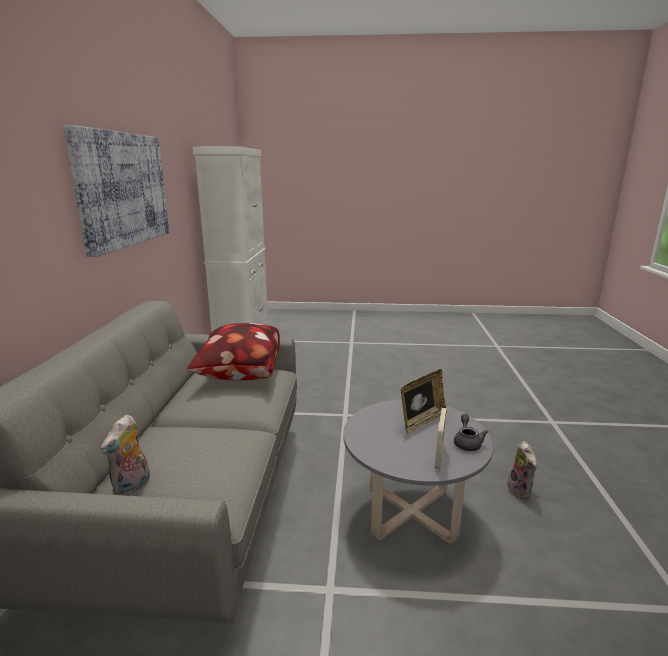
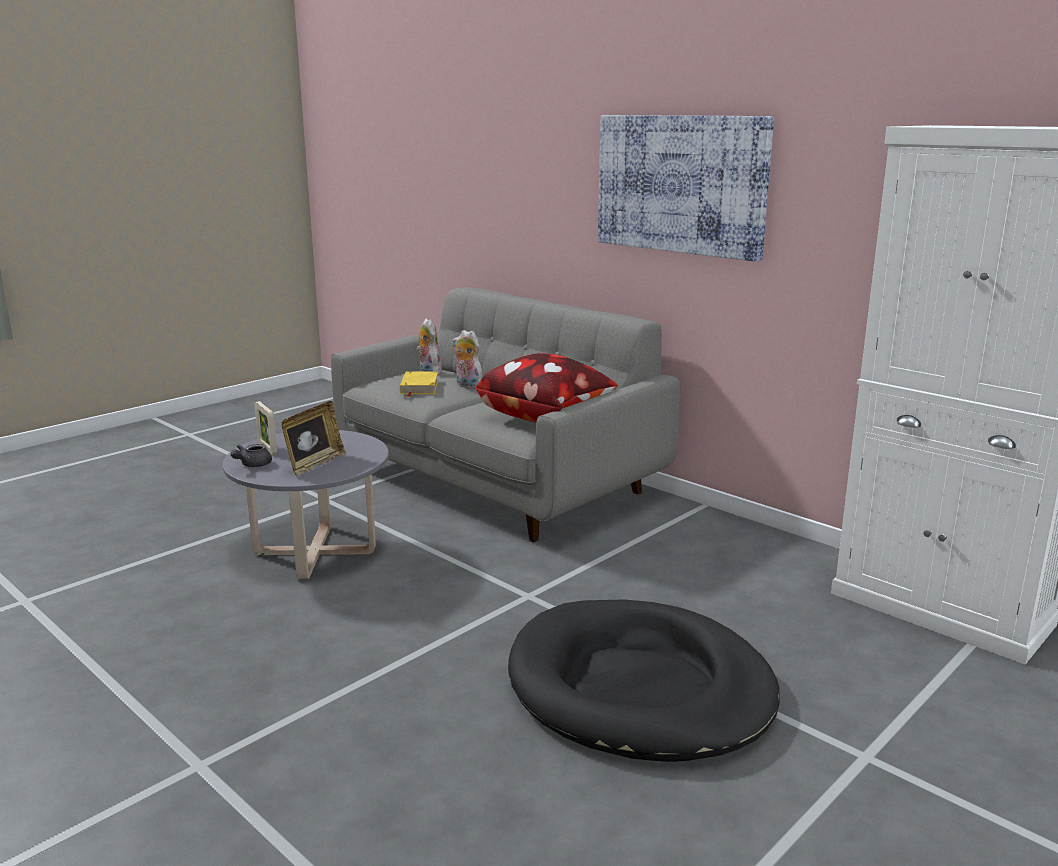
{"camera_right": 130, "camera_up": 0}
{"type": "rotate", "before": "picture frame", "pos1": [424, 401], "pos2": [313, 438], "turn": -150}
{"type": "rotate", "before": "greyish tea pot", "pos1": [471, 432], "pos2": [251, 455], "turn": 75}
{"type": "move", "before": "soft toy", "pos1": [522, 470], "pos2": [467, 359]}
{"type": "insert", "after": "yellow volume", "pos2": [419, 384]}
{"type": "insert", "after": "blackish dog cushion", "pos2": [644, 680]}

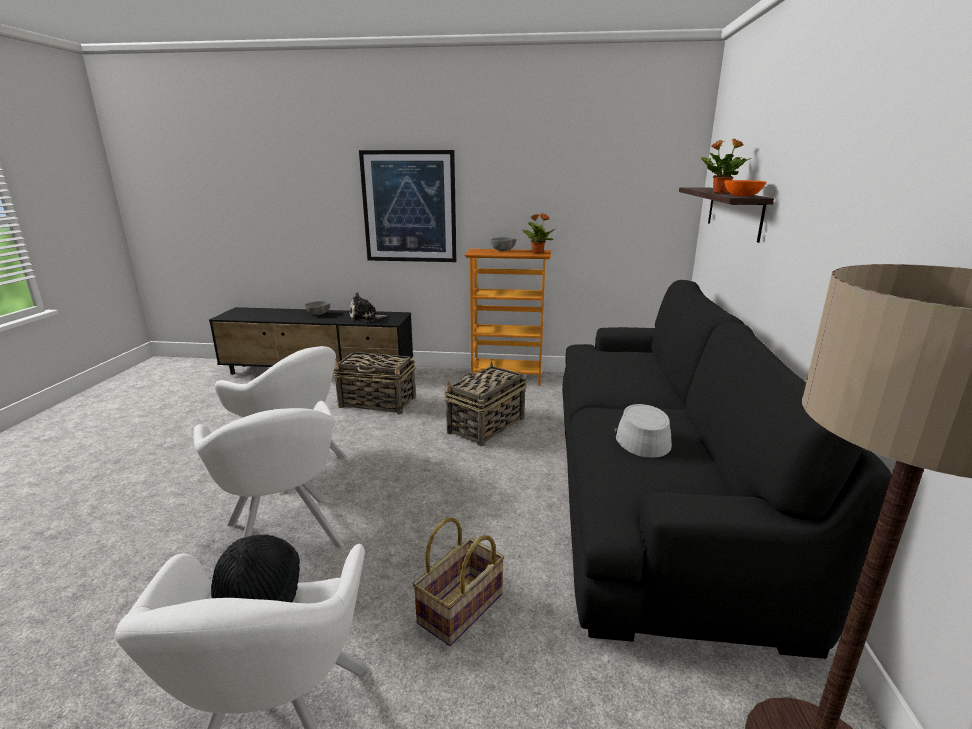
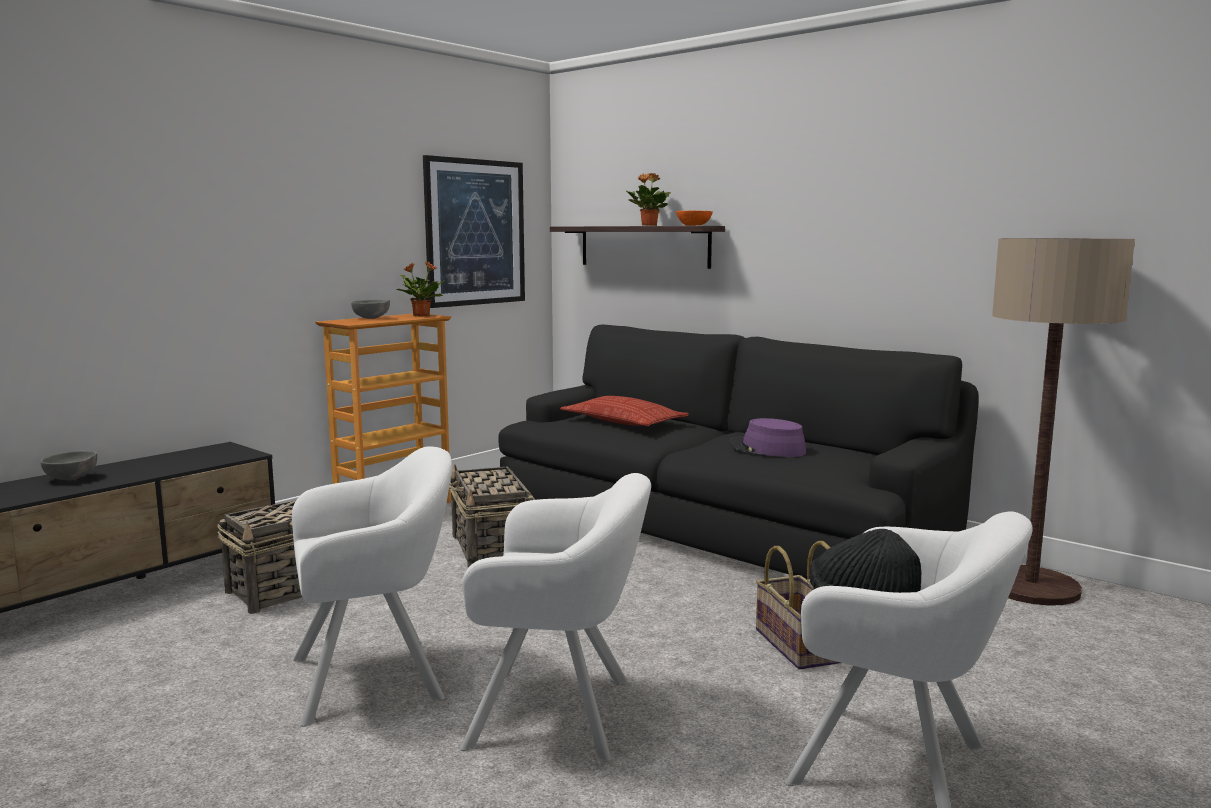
{"camera_right": -55, "camera_up": -10}
{"type": "delete", "before": "soft toy", "pos1": [369, 307]}
{"type": "move", "before": "wall picture", "pos1": [408, 206], "pos2": [474, 231]}
{"type": "recolor", "before": "greyish wearable hat", "after": "purplish wearable hat", "pos1": [643, 431], "pos2": [767, 437]}
{"type": "insert", "after": "pillow", "pos2": [624, 411]}

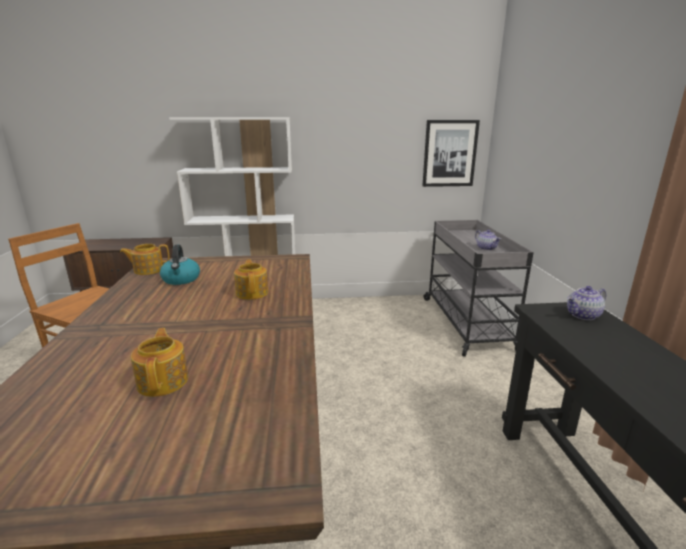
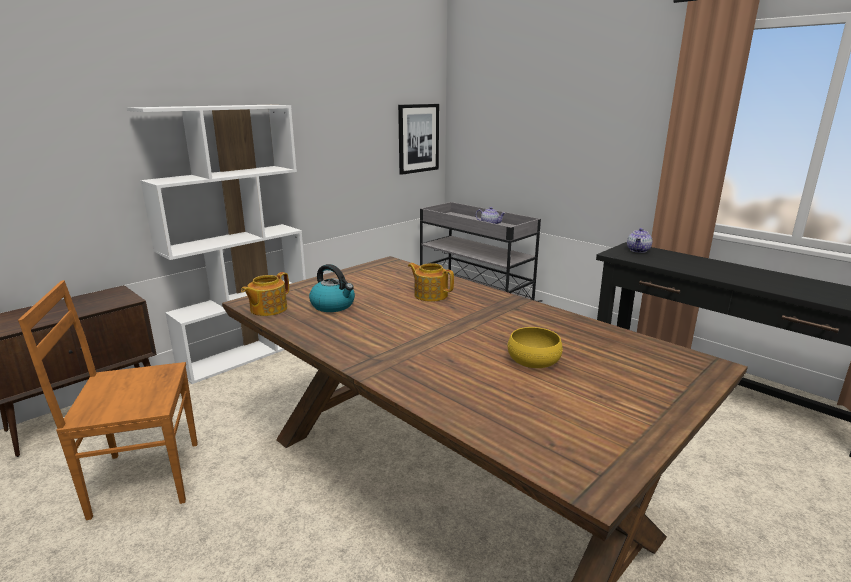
{"camera_right": -40, "camera_up": 0}
{"type": "replace", "before": "tea pot", "after": "yellow serving bowl", "pos1": [159, 362], "pos2": [535, 347]}

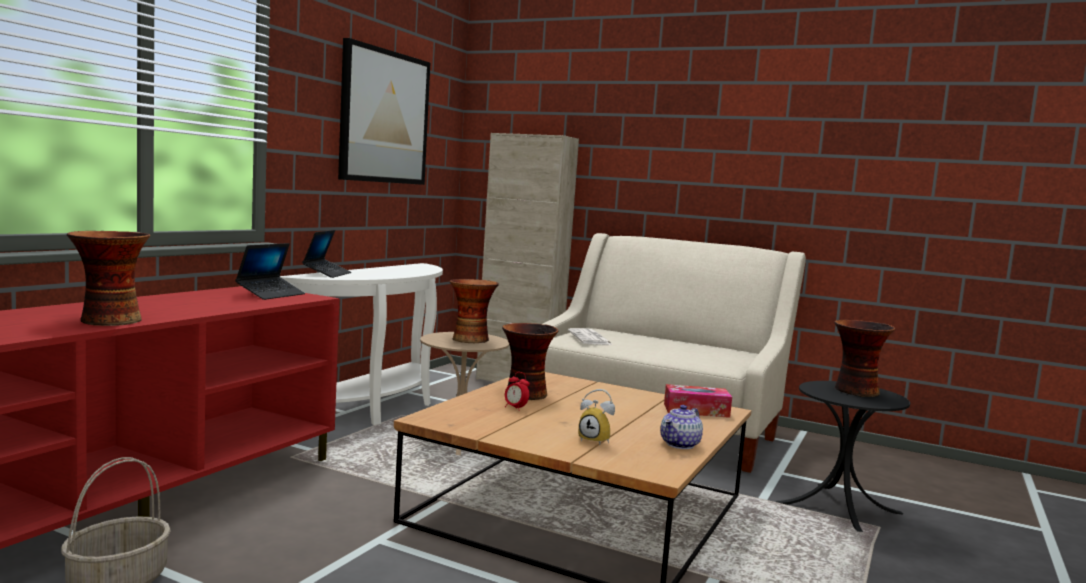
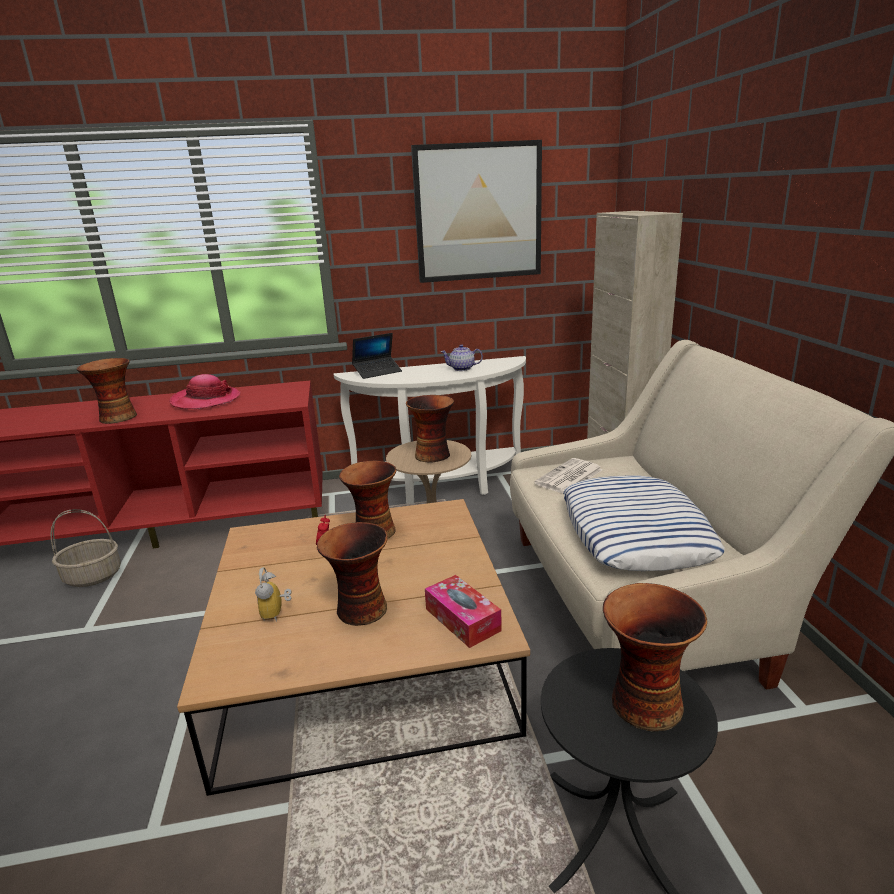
{"camera_right": 55, "camera_up": 15}
{"type": "delete", "before": "portable computer", "pos1": [270, 271]}
{"type": "move", "before": "tea pot", "pos1": [681, 427], "pos2": [462, 357]}
{"type": "insert", "after": "wearable hat", "pos2": [204, 391]}
{"type": "insert", "after": "vase", "pos2": [352, 574]}
{"type": "insert", "after": "pillow", "pos2": [644, 523]}

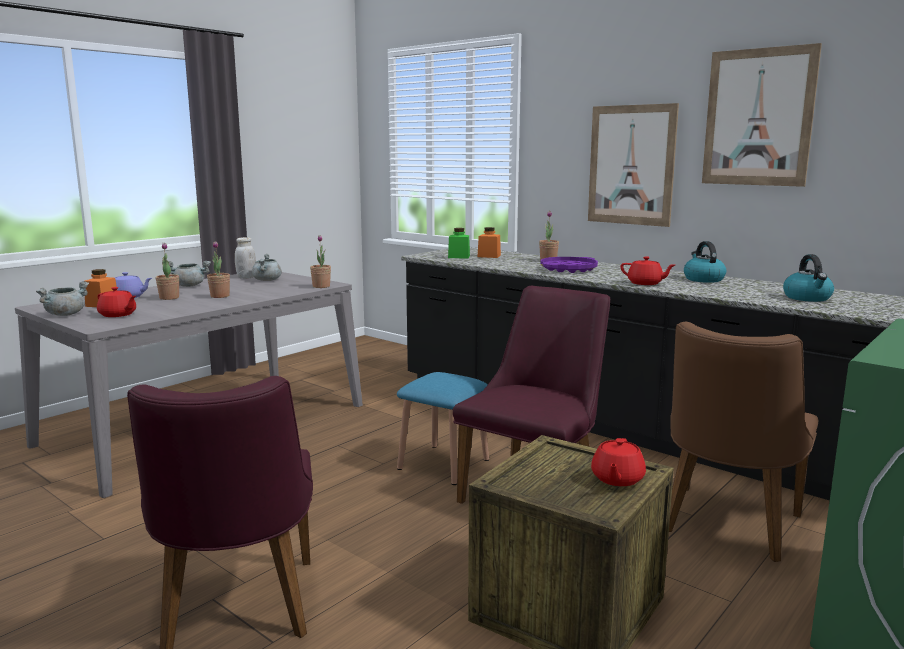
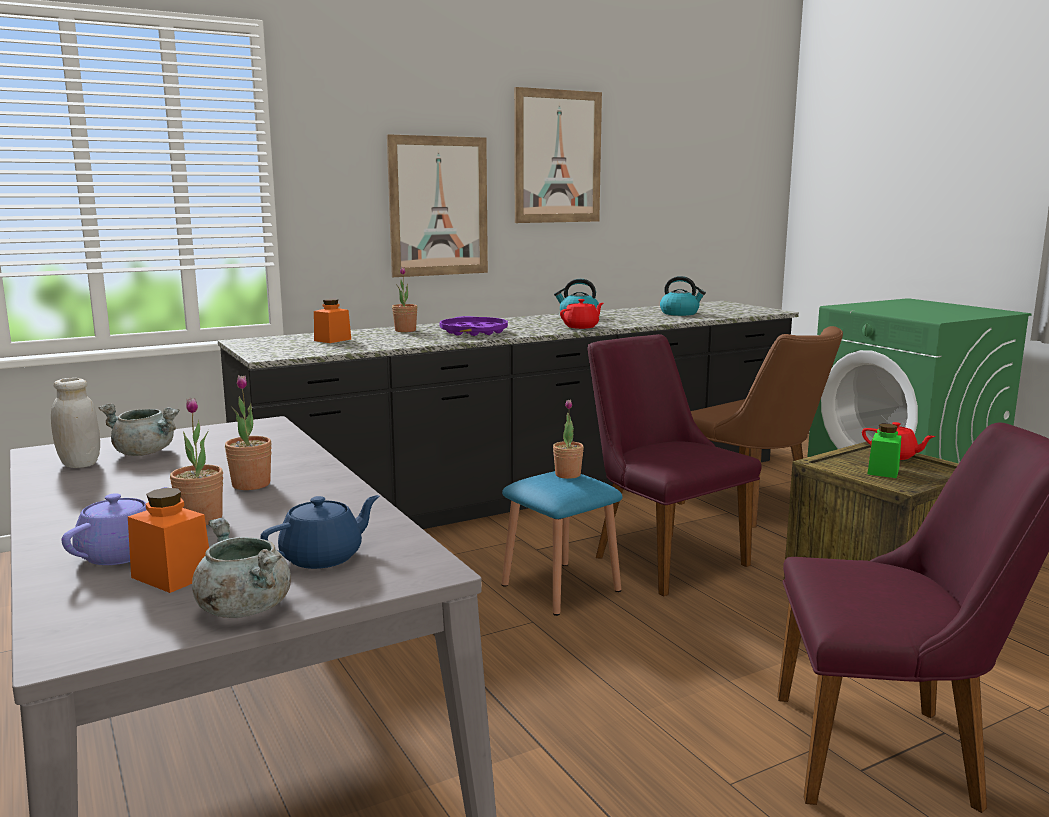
{"camera_right": -70, "camera_up": 0}
{"type": "recolor", "before": "red-coloured tea pot", "after": "blue-coloured tea pot", "pos1": [116, 302], "pos2": [319, 532]}
{"type": "delete", "before": "greyish saucepot", "pos1": [189, 274]}
{"type": "move", "before": "potted plant", "pos1": [320, 261], "pos2": [568, 439]}
{"type": "move", "before": "green-coloured storage jar", "pos1": [459, 243], "pos2": [884, 451]}

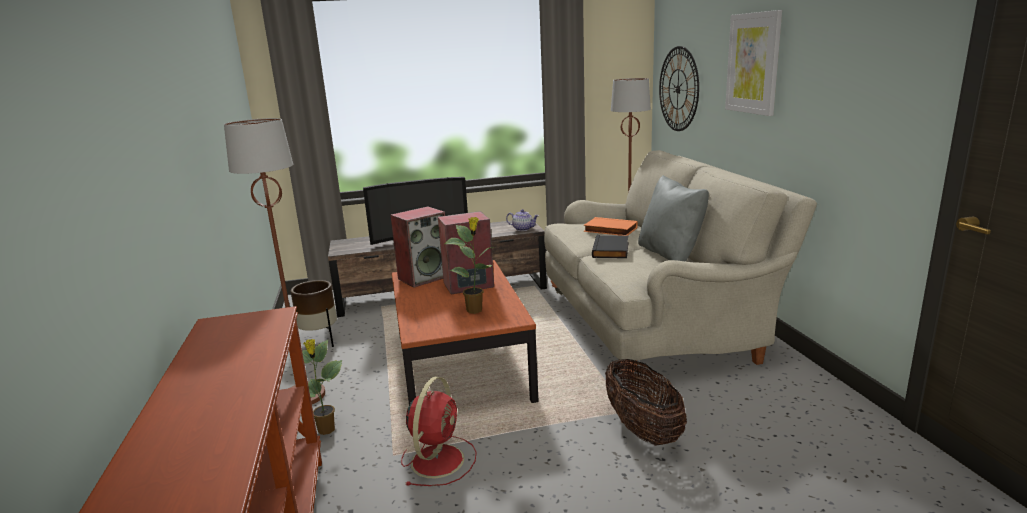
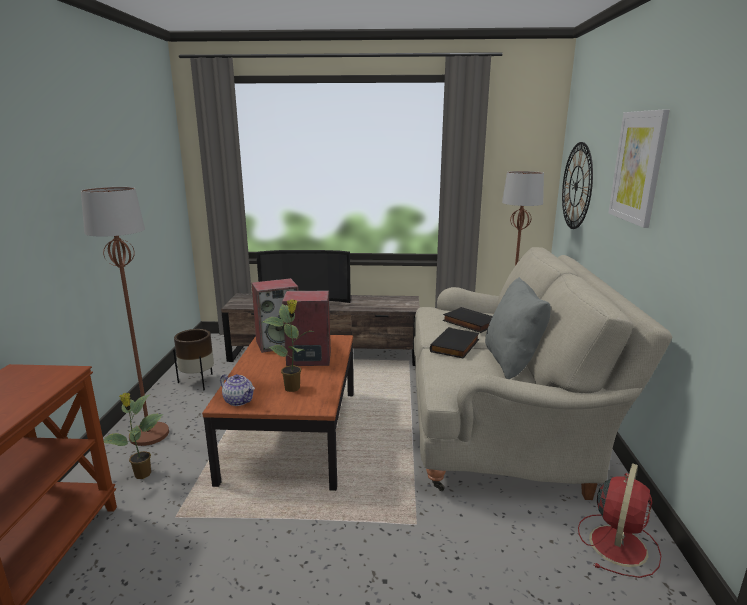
{"camera_right": 15, "camera_up": 0}
{"type": "move", "before": "red-coloured electric fan", "pos1": [439, 431], "pos2": [619, 520]}
{"type": "move", "before": "tea pot", "pos1": [522, 220], "pos2": [237, 390]}
{"type": "recolor", "before": "orangey volume", "after": "blackish volume", "pos1": [610, 226], "pos2": [468, 320]}
{"type": "delete", "before": "household basket", "pos1": [646, 402]}

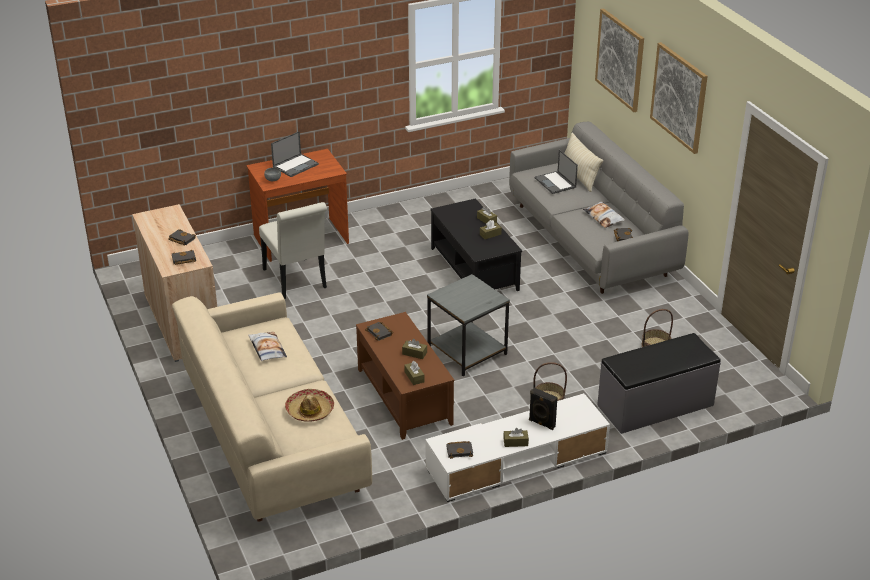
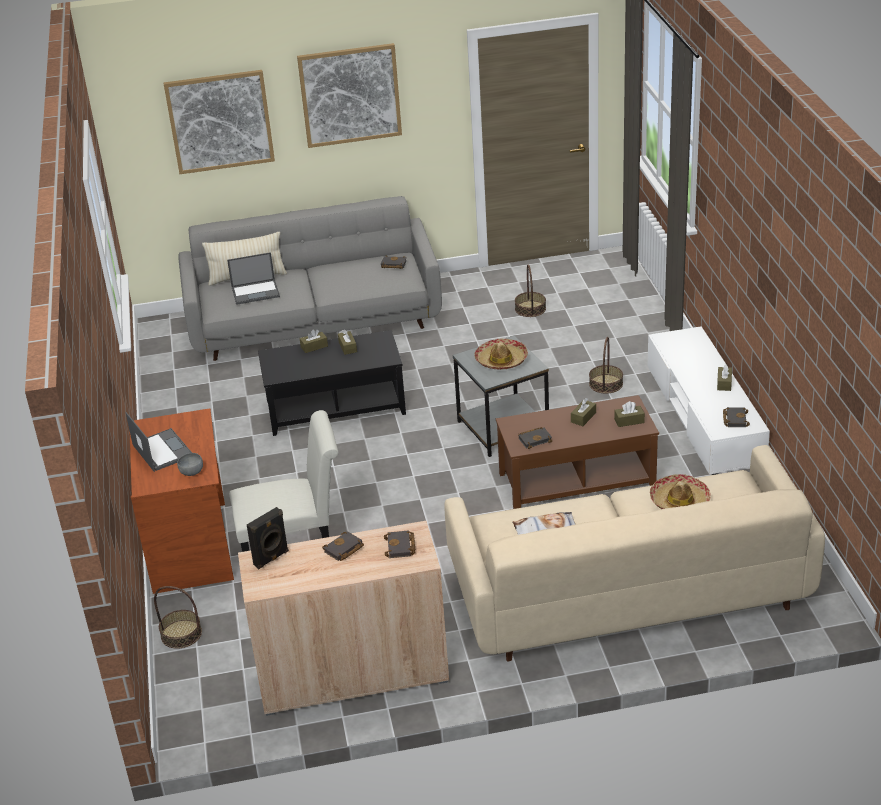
{"camera_right": -75, "camera_up": 0}
{"type": "move", "before": "blackish loudspeaker", "pos1": [543, 409], "pos2": [268, 538]}
{"type": "delete", "before": "pillow", "pos1": [604, 214]}
{"type": "delete", "before": "greyish long seat", "pos1": [659, 383]}
{"type": "insert", "after": "household basket", "pos2": [178, 617]}
{"type": "insert", "after": "wearable hat", "pos2": [501, 354]}

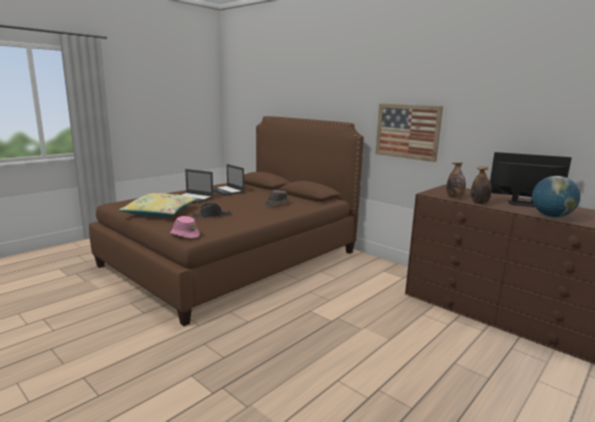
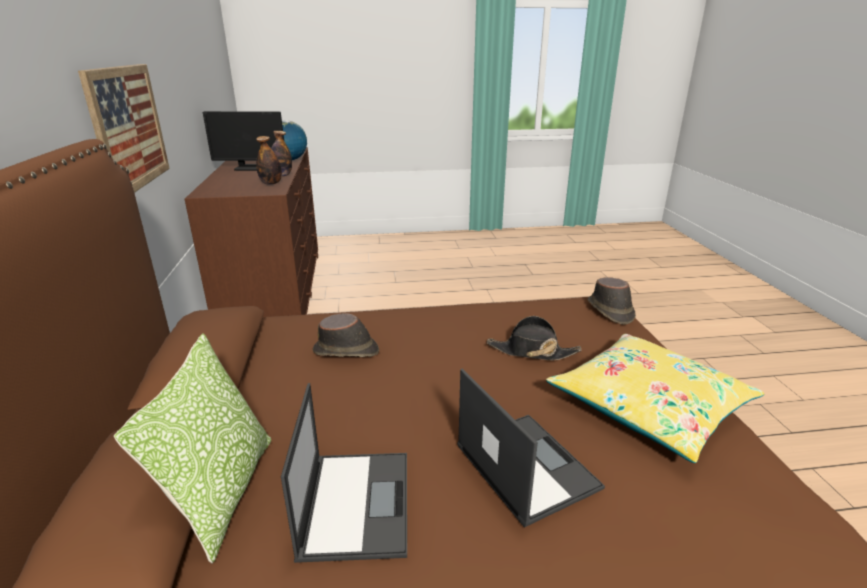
{"camera_right": -140, "camera_up": 10}
{"type": "recolor", "before": "pinkish wearable hat", "after": "brown wearable hat", "pos1": [185, 227], "pos2": [611, 301]}
{"type": "rotate", "before": "monitor", "pos1": [531, 179], "pos2": [243, 141], "turn": -60}
{"type": "insert", "after": "pillow", "pos2": [192, 448]}

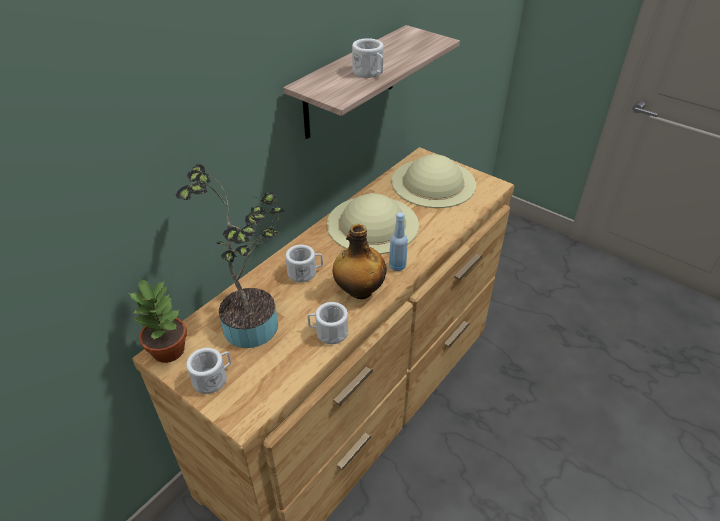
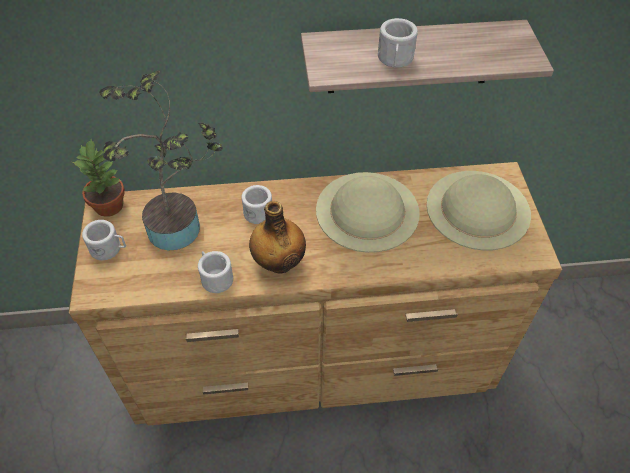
{"camera_right": 45, "camera_up": 10}
{"type": "delete", "before": "blue-coloured beverage bottle", "pos1": [398, 241]}

